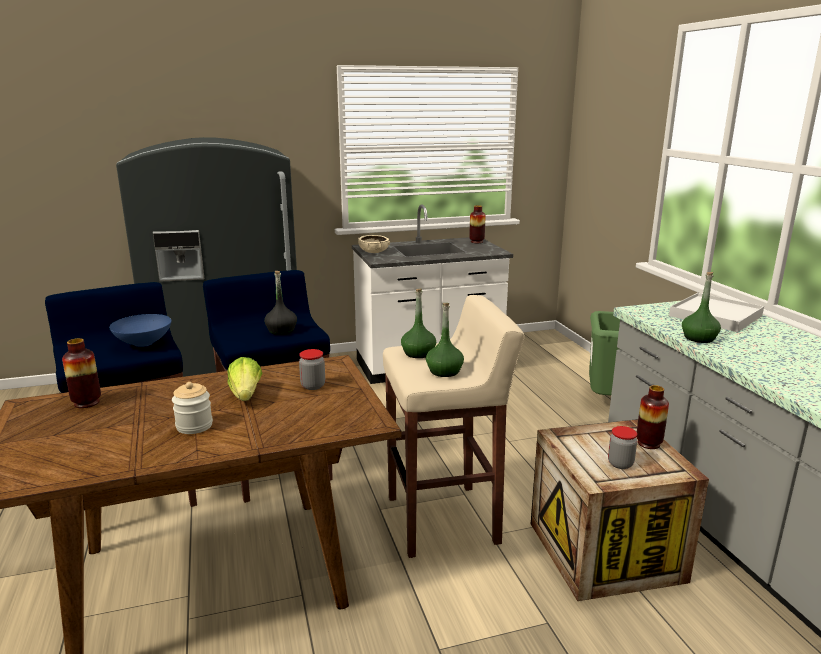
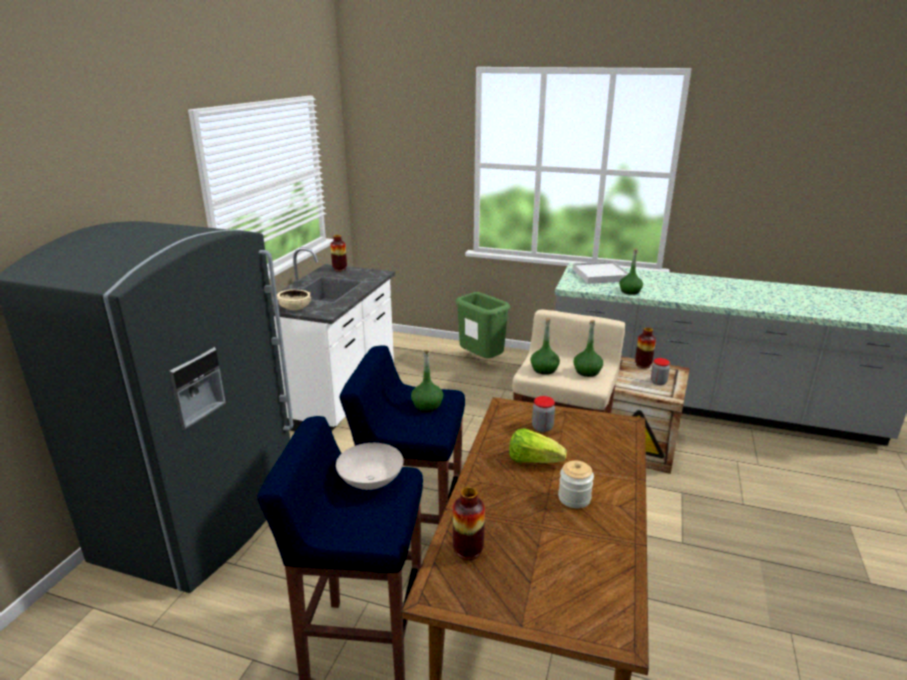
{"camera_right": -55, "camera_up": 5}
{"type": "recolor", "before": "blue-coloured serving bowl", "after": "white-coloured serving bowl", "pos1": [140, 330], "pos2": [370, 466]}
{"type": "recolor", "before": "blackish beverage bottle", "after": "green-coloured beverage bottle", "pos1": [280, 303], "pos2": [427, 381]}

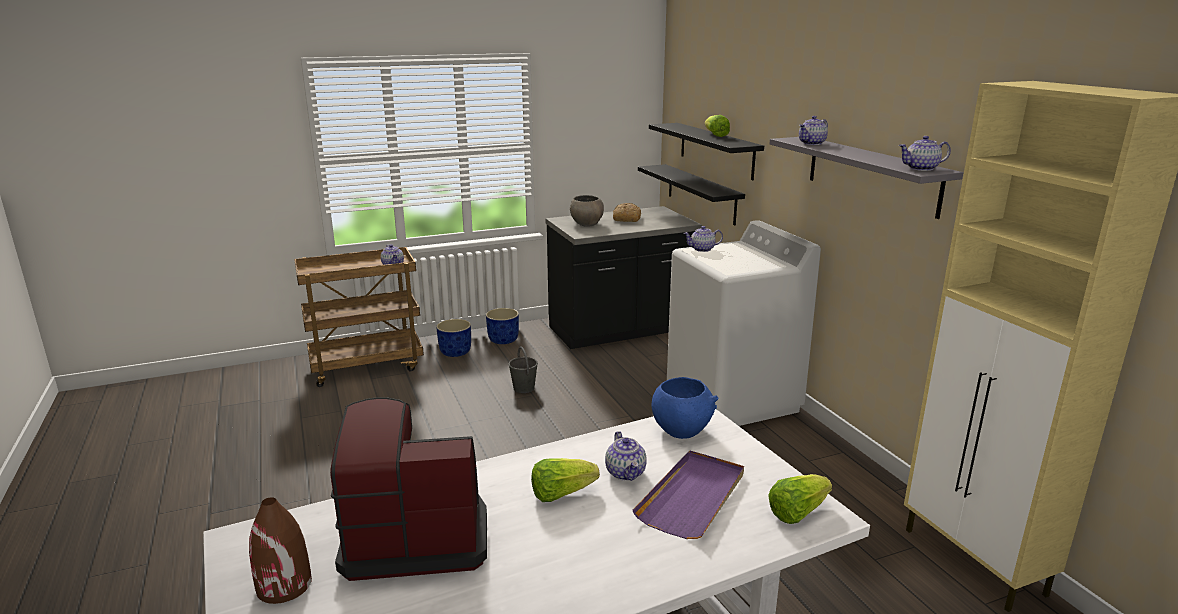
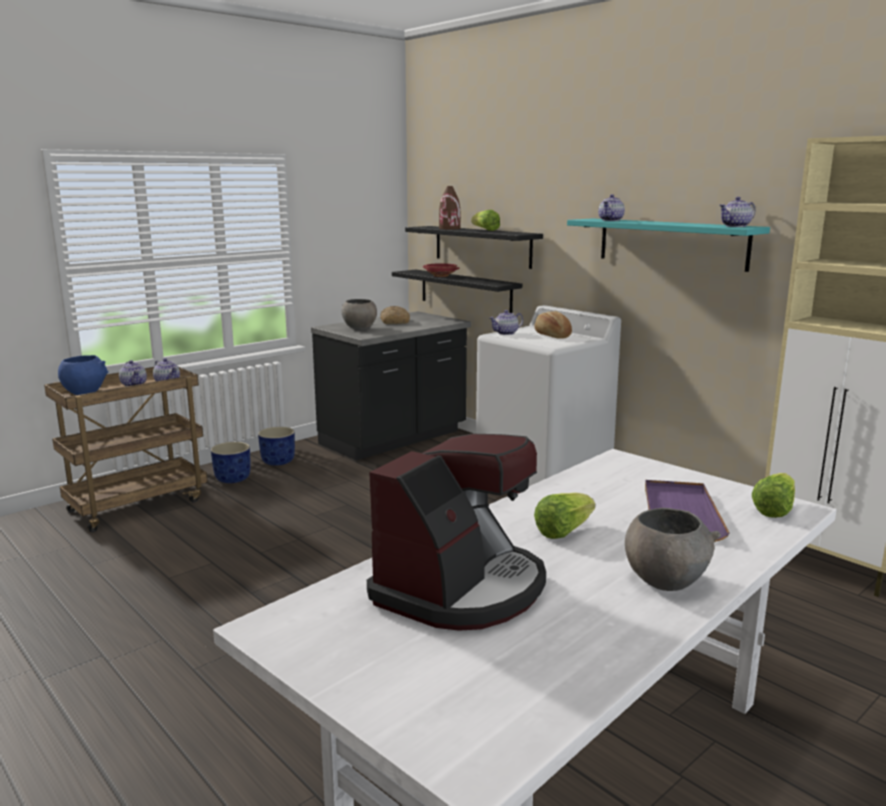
{"camera_right": -20, "camera_up": -5}
{"type": "move", "before": "brown vase", "pos1": [280, 550], "pos2": [450, 208]}
{"type": "rotate", "before": "coffee brewer", "pos1": [408, 489], "pos2": [456, 532], "turn": 150}
{"type": "delete", "before": "greyish pail", "pos1": [523, 369]}
{"type": "move", "before": "tea pot", "pos1": [626, 456], "pos2": [133, 373]}
{"type": "move", "before": "blue-coloured serving bowl", "pos1": [685, 408], "pos2": [83, 375]}
{"type": "recolor", "before": "greyish wall shelf", "after": "turquoise-coloured wall shelf", "pos1": [866, 178], "pos2": [668, 245]}
{"type": "insert", "after": "red-coloured serving bowl", "pos2": [441, 270]}
{"type": "insert", "after": "bread", "pos2": [553, 325]}
{"type": "insert", "after": "greyish serving bowl", "pos2": [673, 549]}

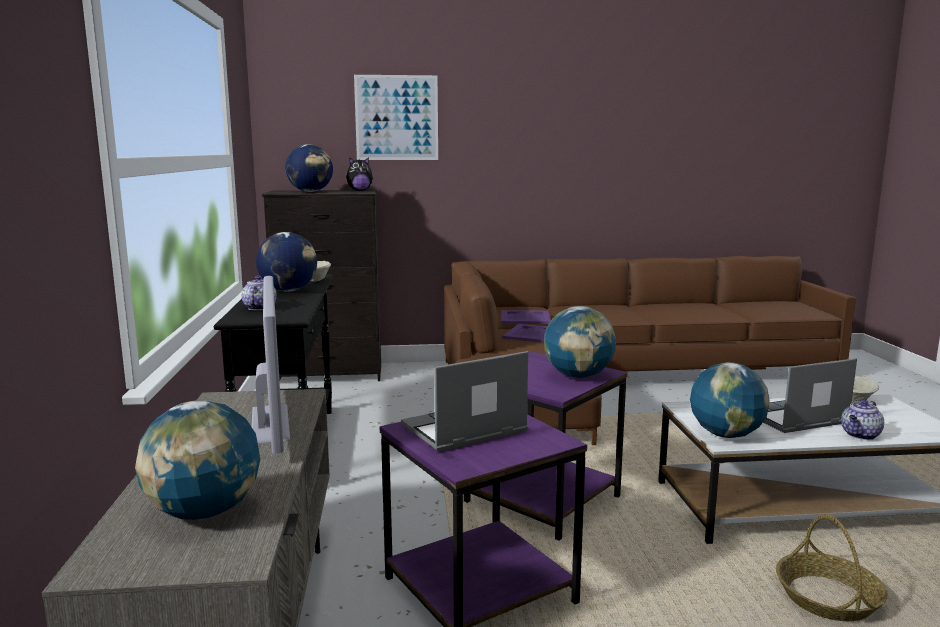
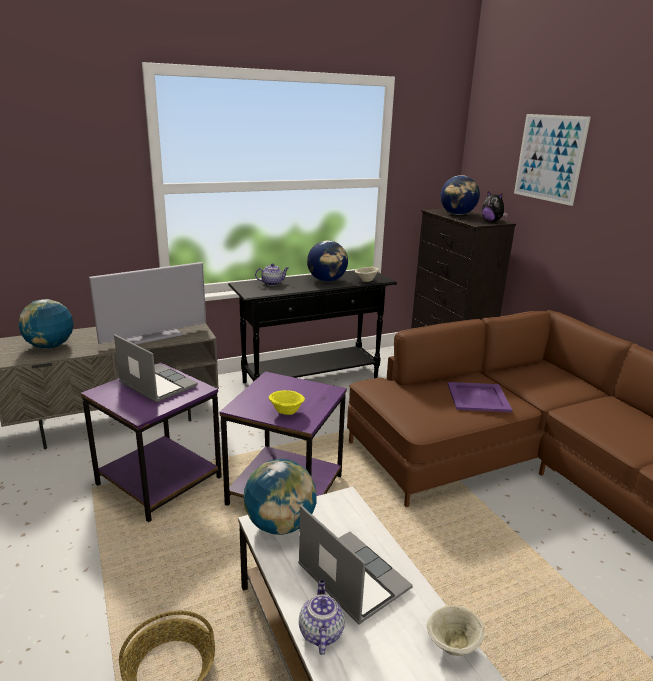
{"camera_right": 70, "camera_up": 10}
{"type": "delete", "before": "purplish serving tray", "pos1": [526, 317]}
{"type": "replace", "before": "globe", "after": "yellow serving bowl", "pos1": [580, 342], "pos2": [287, 402]}
{"type": "rotate", "before": "tea pot", "pos1": [862, 420], "pos2": [322, 617], "turn": 60}

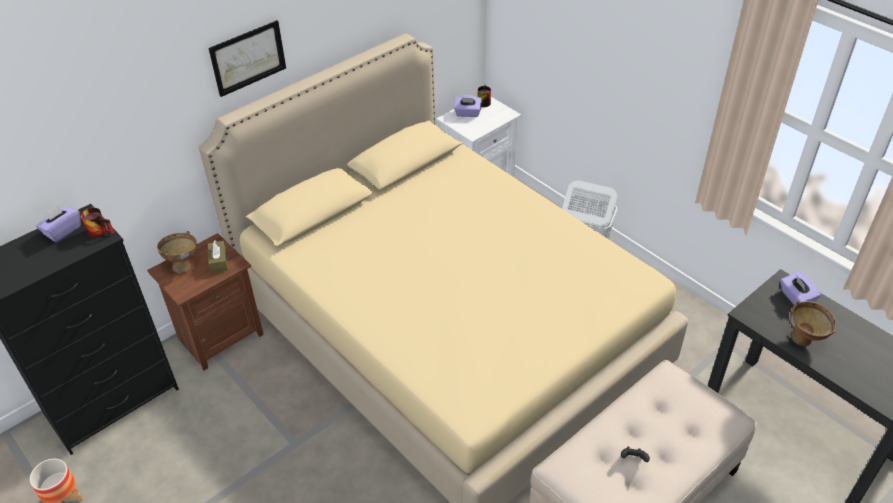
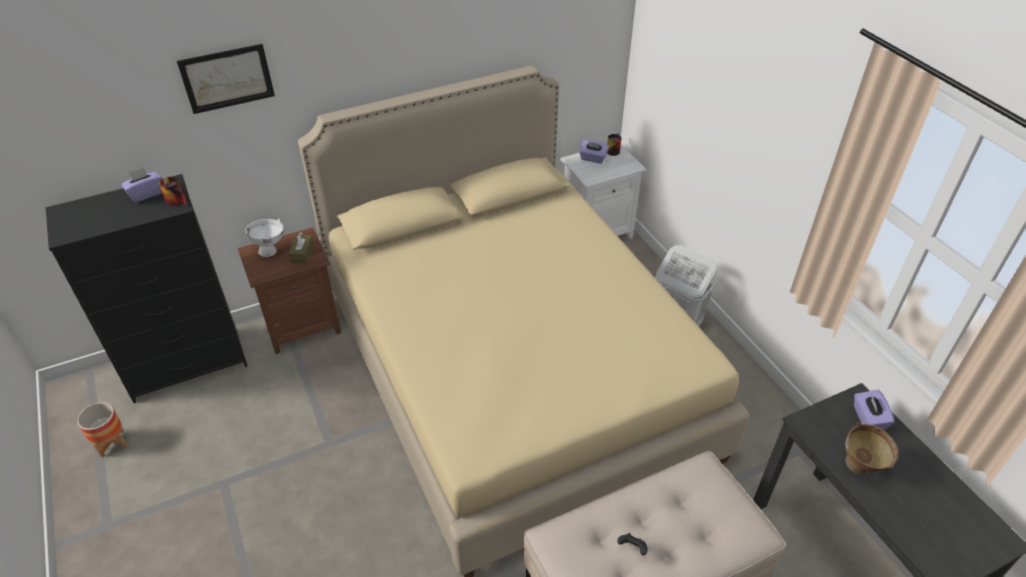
{"camera_right": 15, "camera_up": 0}
{"type": "recolor", "before": "brown serving bowl", "after": "white-coloured serving bowl", "pos1": [177, 252], "pos2": [264, 238]}
{"type": "move", "before": "wall picture", "pos1": [247, 58], "pos2": [226, 79]}

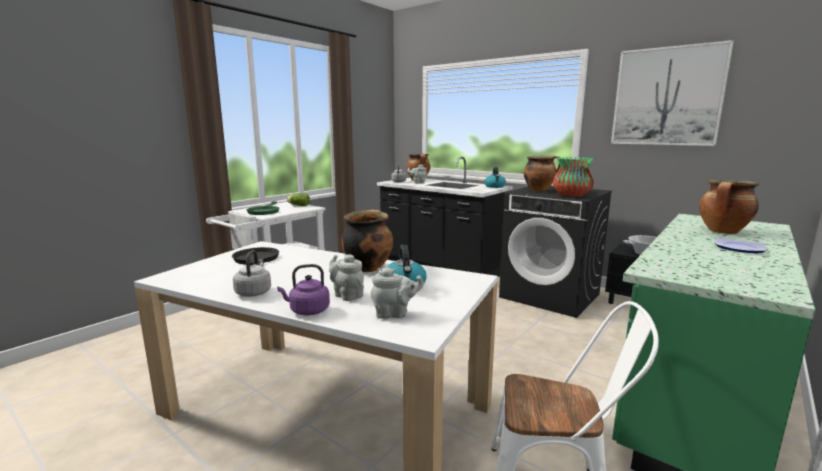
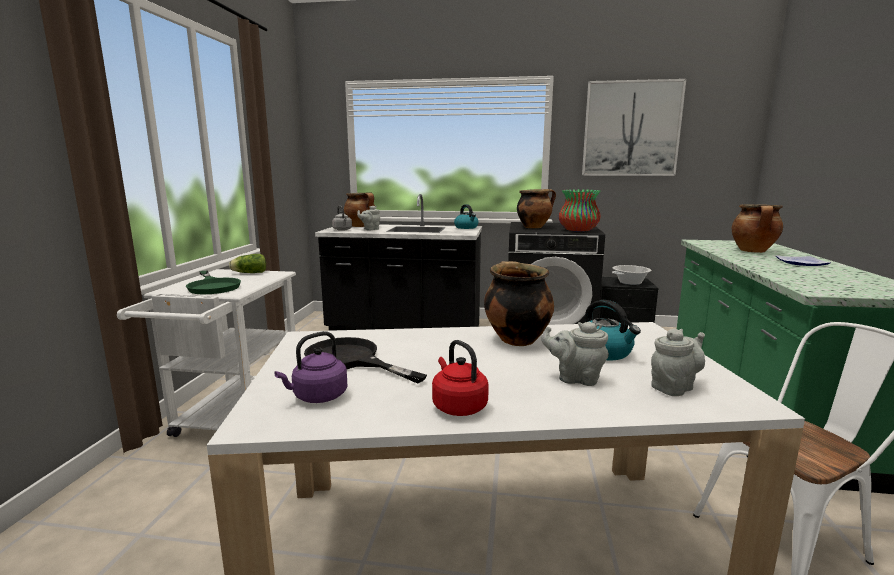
{"camera_right": -30, "camera_up": 0}
{"type": "recolor", "before": "greyish tea kettle", "after": "red-coloured tea kettle", "pos1": [252, 273], "pos2": [460, 378]}
{"type": "move", "before": "purplish tea kettle", "pos1": [303, 289], "pos2": [310, 367]}

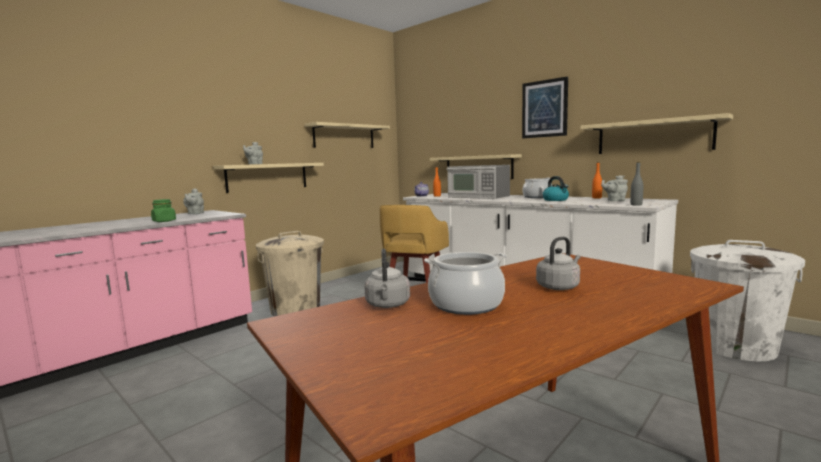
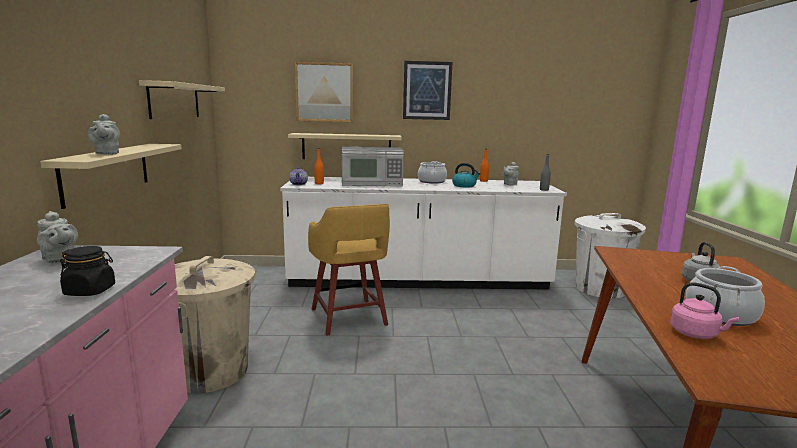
{"camera_right": -45, "camera_up": 5}
{"type": "recolor", "before": "green-coloured storage jar", "after": "blackish storage jar", "pos1": [163, 210], "pos2": [87, 271]}
{"type": "recolor", "before": "greyish tea kettle", "after": "pinkish tea kettle", "pos1": [387, 278], "pos2": [704, 310]}
{"type": "delete", "before": "beige-coloured wall shelf", "pos1": [656, 133]}
{"type": "insert", "after": "wall picture", "pos2": [324, 92]}

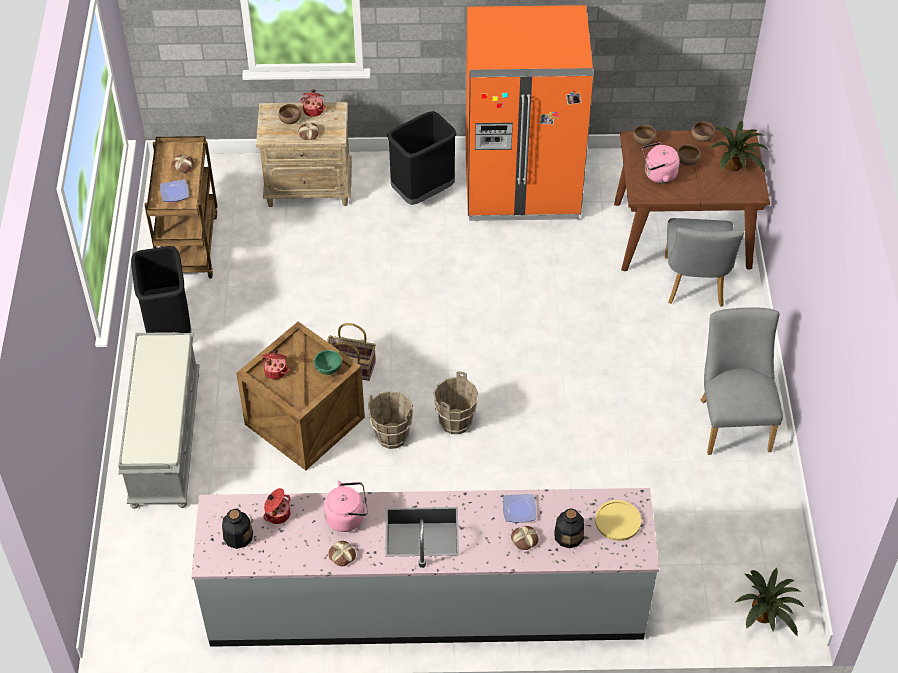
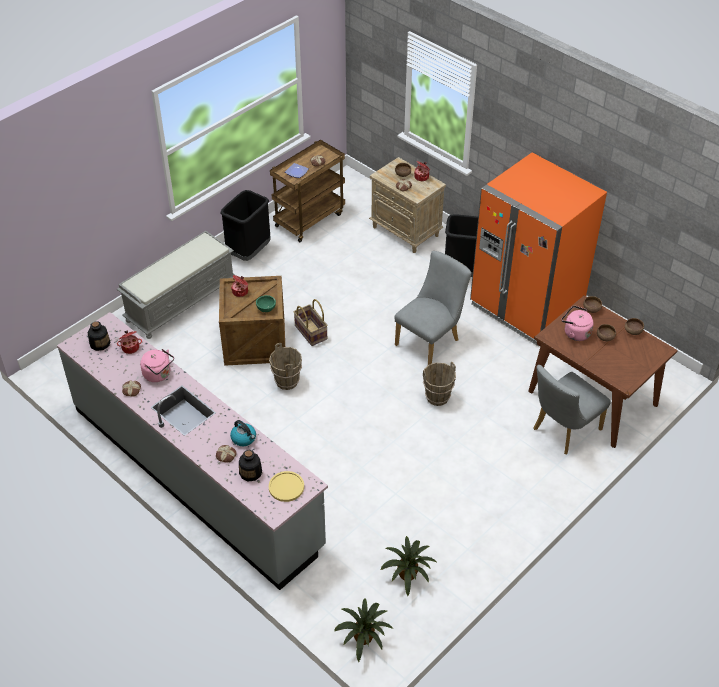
{"camera_right": 45, "camera_up": -5}
{"type": "move", "before": "brown pail", "pos1": [456, 402], "pos2": [439, 384]}
{"type": "replace", "before": "dinner plate", "after": "tea kettle", "pos1": [519, 508], "pos2": [243, 433]}
{"type": "move", "before": "greyish chair", "pos1": [741, 381], "pos2": [433, 308]}
{"type": "move", "before": "potted plant", "pos1": [739, 147], "pos2": [408, 566]}

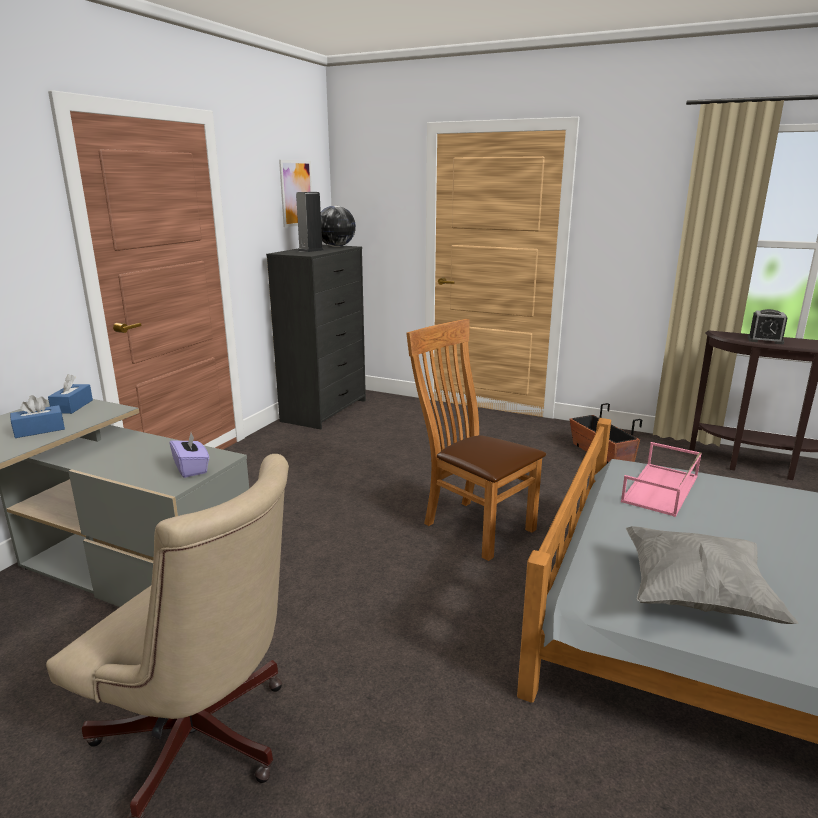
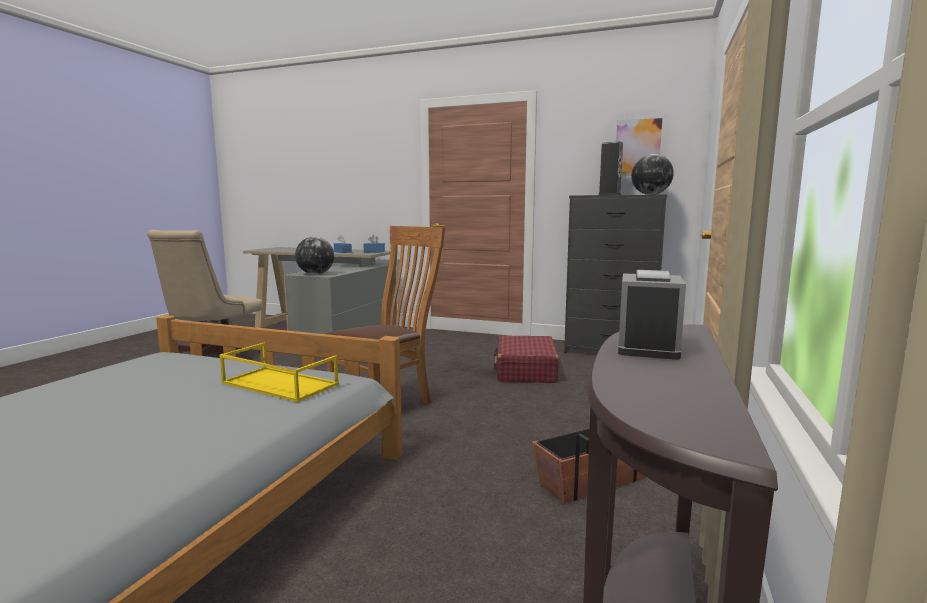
{"camera_right": 85, "camera_up": -10}
{"type": "replace", "before": "purplish box of tissues", "after": "globe", "pos1": [189, 455], "pos2": [314, 256]}
{"type": "recolor", "before": "pinkish serving tray", "after": "yellow serving tray", "pos1": [661, 479], "pos2": [279, 372]}
{"type": "delete", "before": "greyish pillow", "pos1": [712, 575]}
{"type": "insert", "after": "red-coloured piece of luggage", "pos2": [526, 359]}

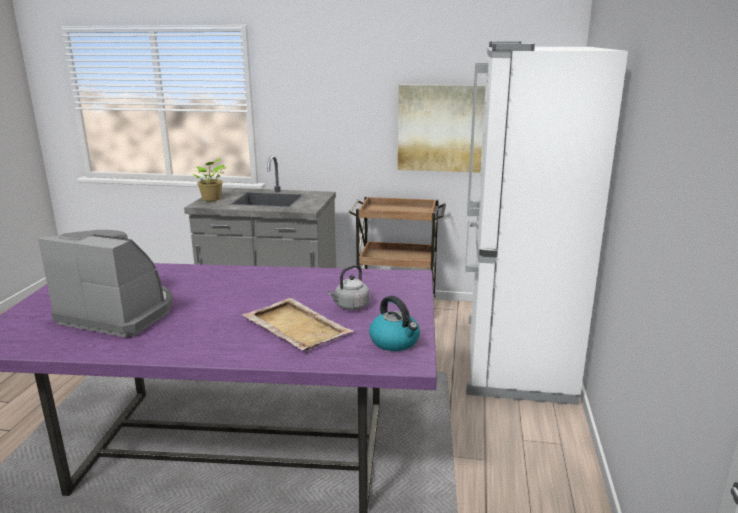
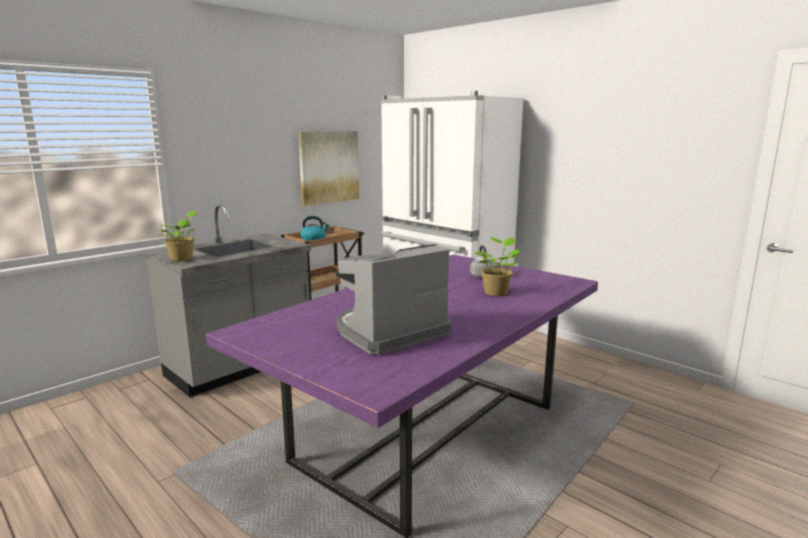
{"camera_right": -55, "camera_up": -5}
{"type": "replace", "before": "beige-coloured serving tray", "after": "potted plant", "pos1": [298, 324], "pos2": [498, 266]}
{"type": "move", "before": "tea kettle", "pos1": [394, 323], "pos2": [314, 228]}

